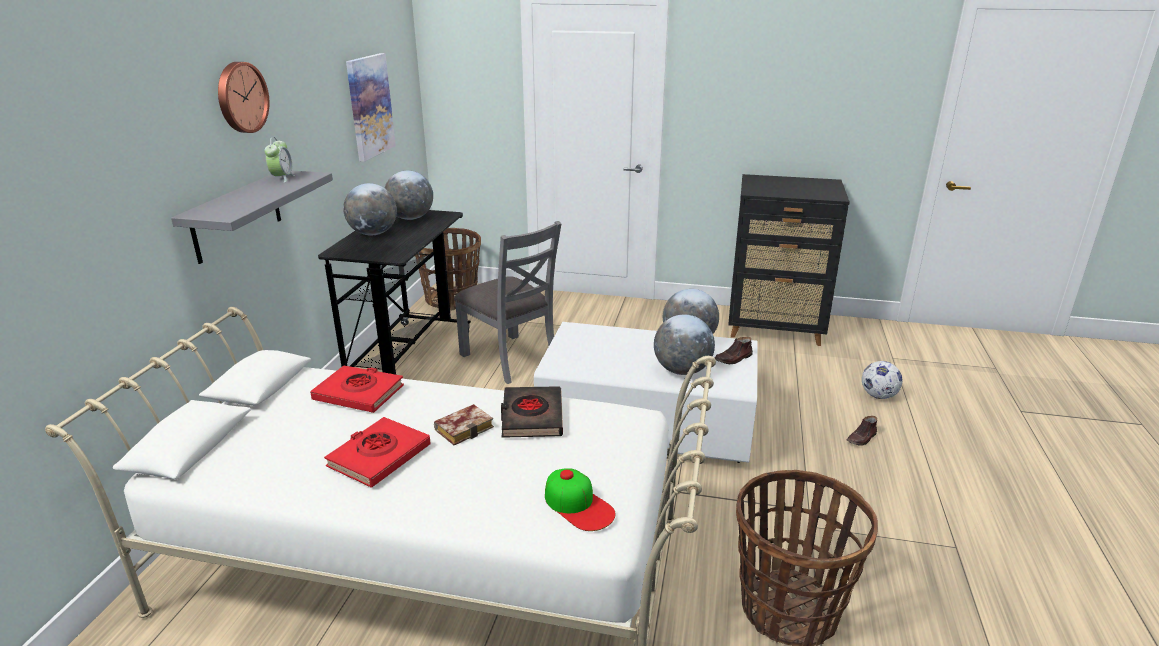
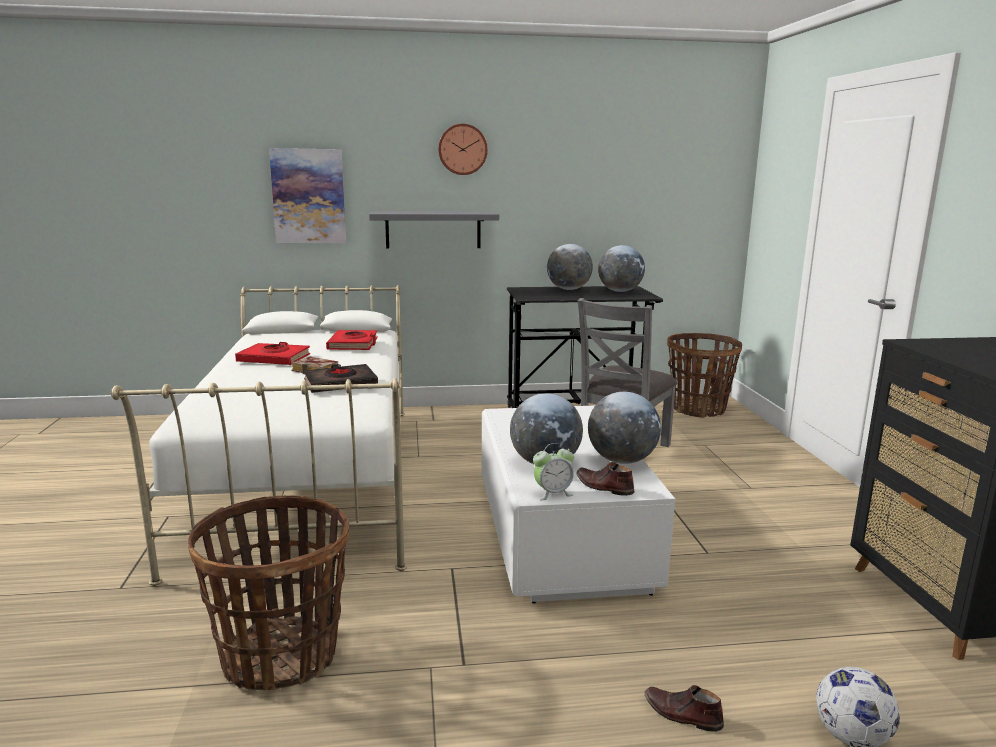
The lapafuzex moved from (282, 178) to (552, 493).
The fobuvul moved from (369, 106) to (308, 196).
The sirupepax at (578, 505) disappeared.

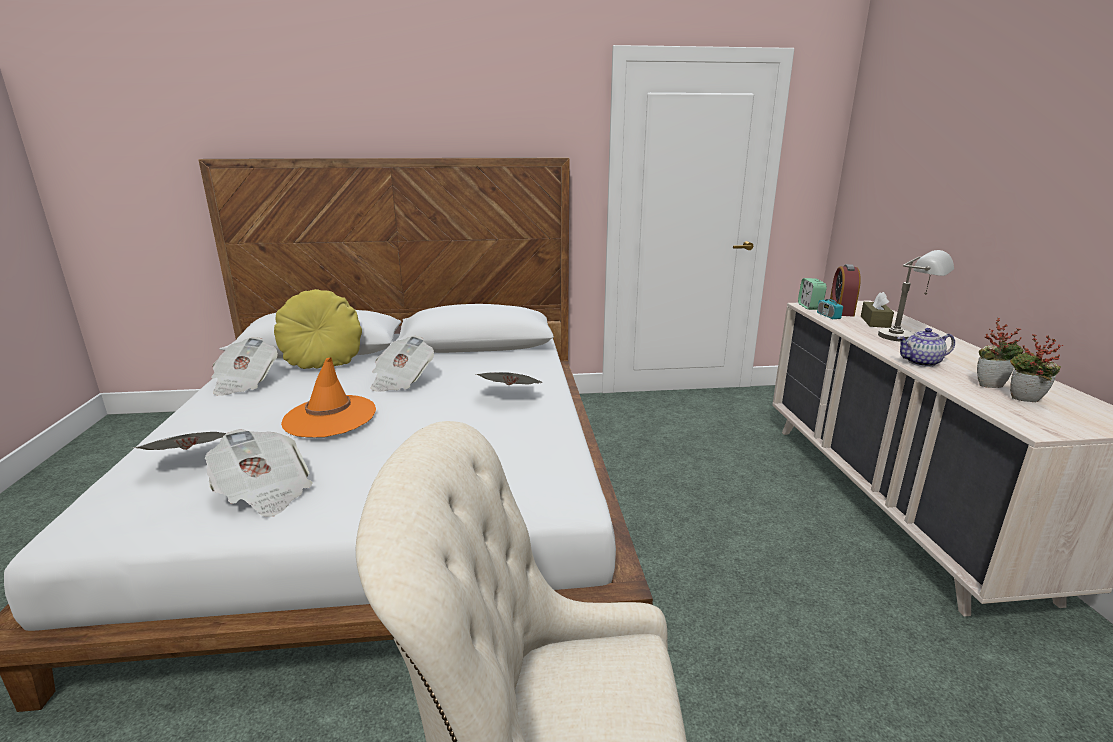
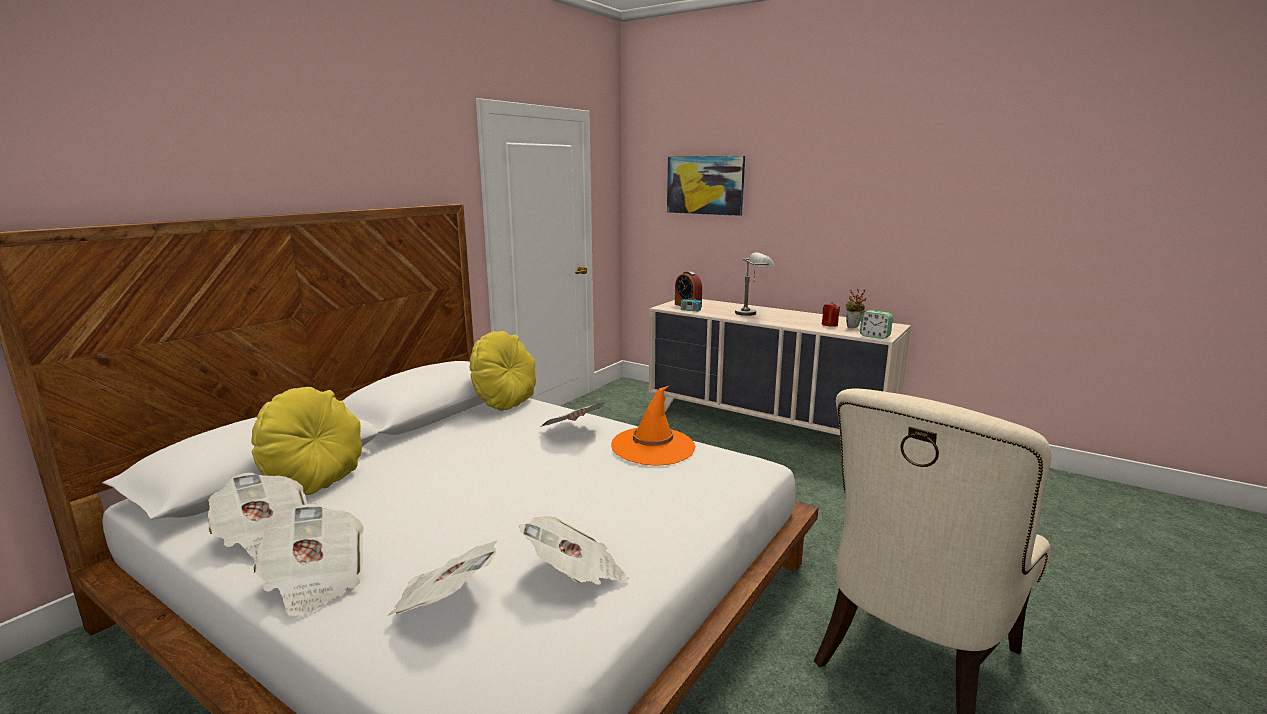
The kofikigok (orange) moved from (330, 417) to (653, 446).
The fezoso moved from (401, 381) to (315, 581).
The lapafuzex moved from (809, 306) to (874, 336).
The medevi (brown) at (875, 322) disappeared.
The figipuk at (921, 363) disappeared.
The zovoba at (990, 384) was replaced by the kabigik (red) at (829, 324).
The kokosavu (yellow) at (505, 404) appeared.
The fobuvul at (705, 185) appeared.

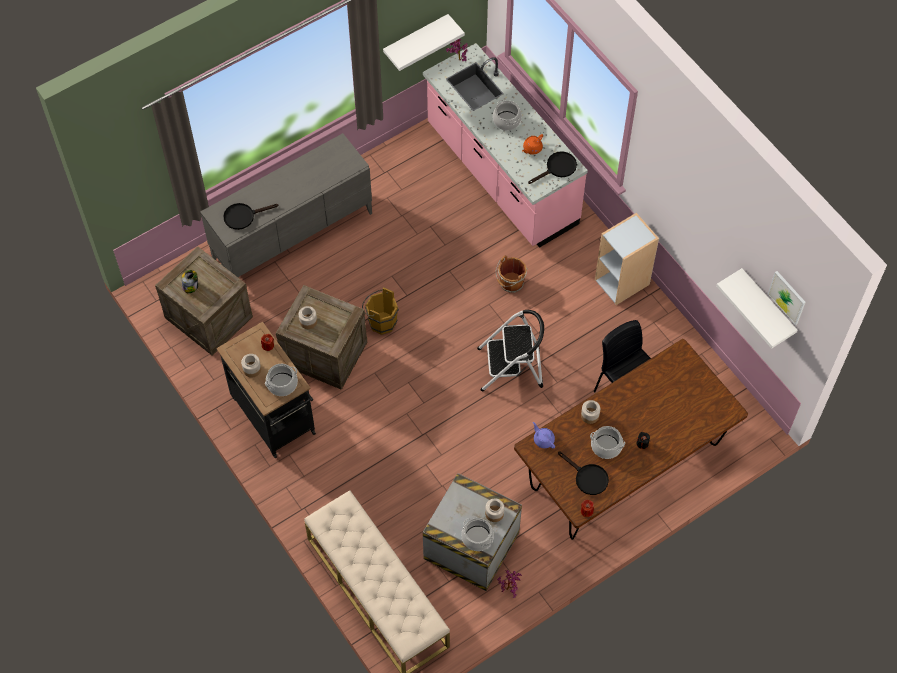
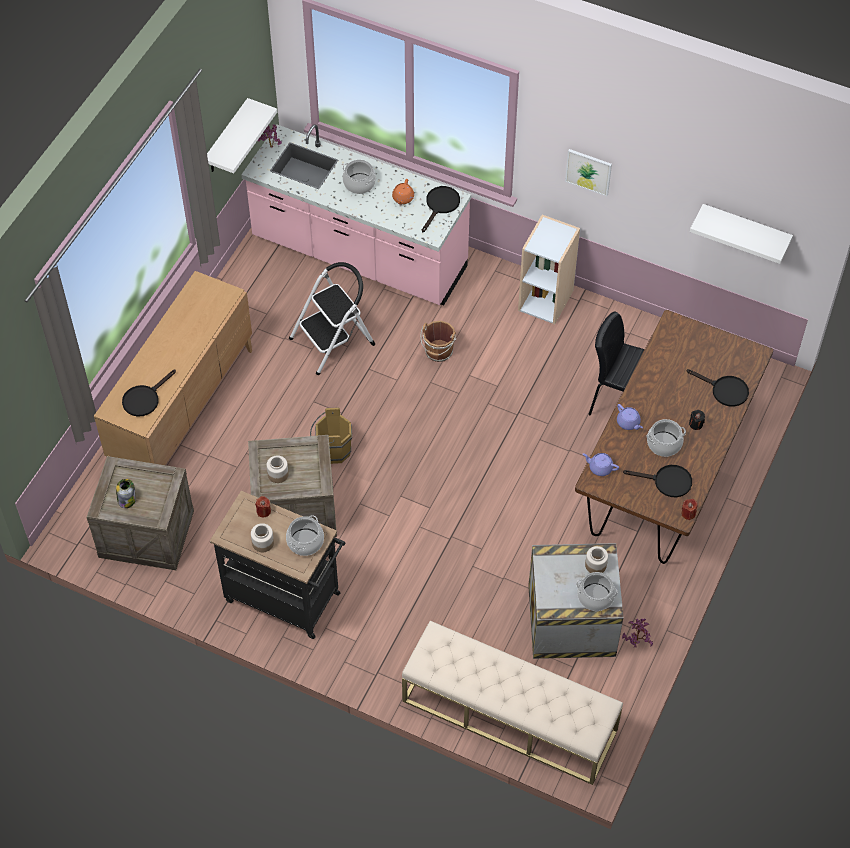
The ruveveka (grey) at (293, 236) became the ruveveka (brown) at (183, 410).
The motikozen moved from (512, 368) to (335, 341).
The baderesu at (590, 415) was replaced by the figipuk (purple) at (628, 423).
The fobuvul moved from (787, 297) to (588, 171).
The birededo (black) at (724, 390) appeared.

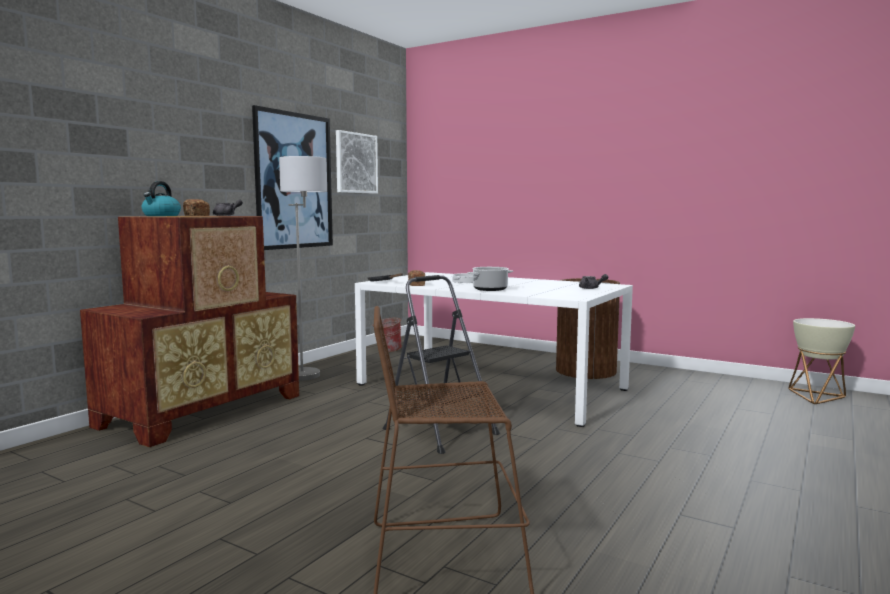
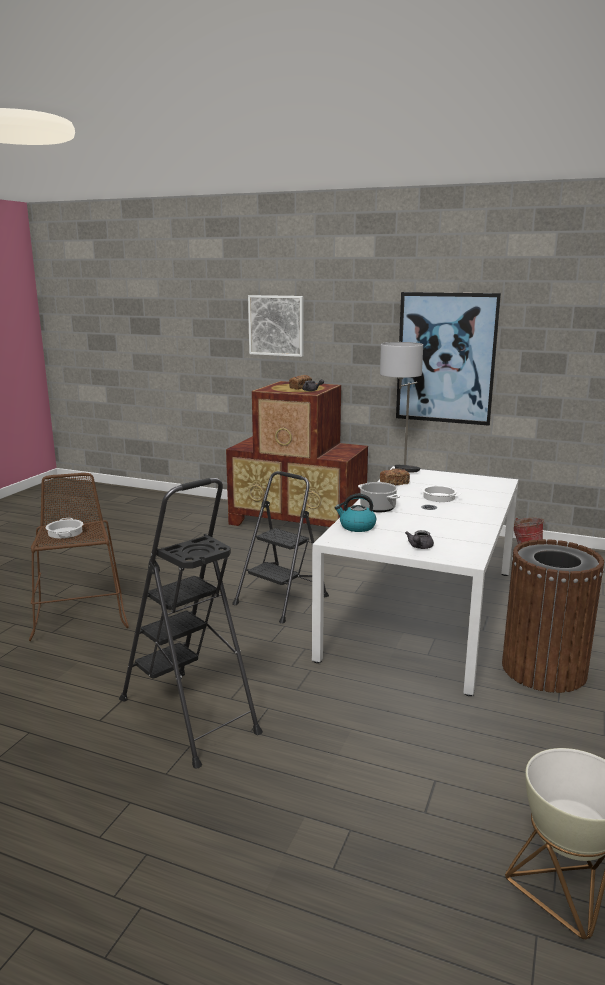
The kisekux moved from (161, 216) to (356, 527).
The fobuvul moved from (356, 163) to (276, 325).
The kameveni at (65, 532) appeared.
The motikozen at (189, 716) appeared.

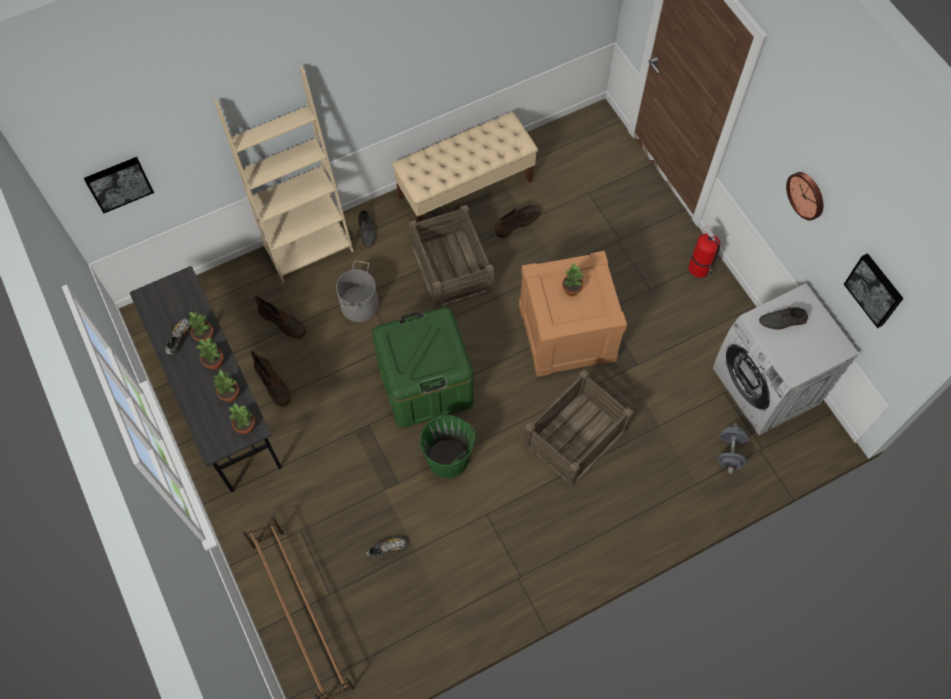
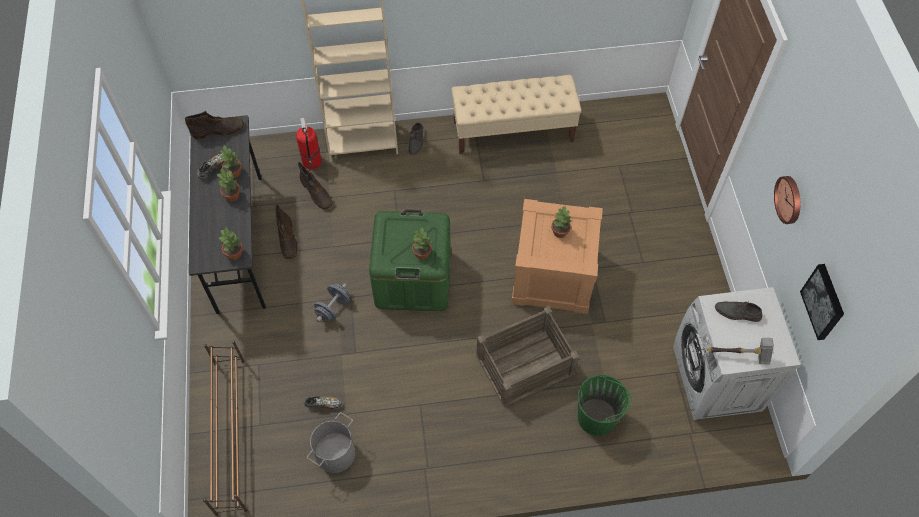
The fobuvul at (118, 183) disappeared.
The zovoba moved from (230, 394) to (422, 253).
The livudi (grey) moved from (359, 305) to (335, 453).
The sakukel at (452, 267) disappeared.
The livudi (green) moved from (448, 458) to (597, 417).
The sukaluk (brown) moved from (518, 222) to (218, 130).
The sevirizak moved from (700, 269) to (312, 162).
The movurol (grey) moved from (729, 453) to (333, 308).
The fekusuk at (739, 356) appeared.

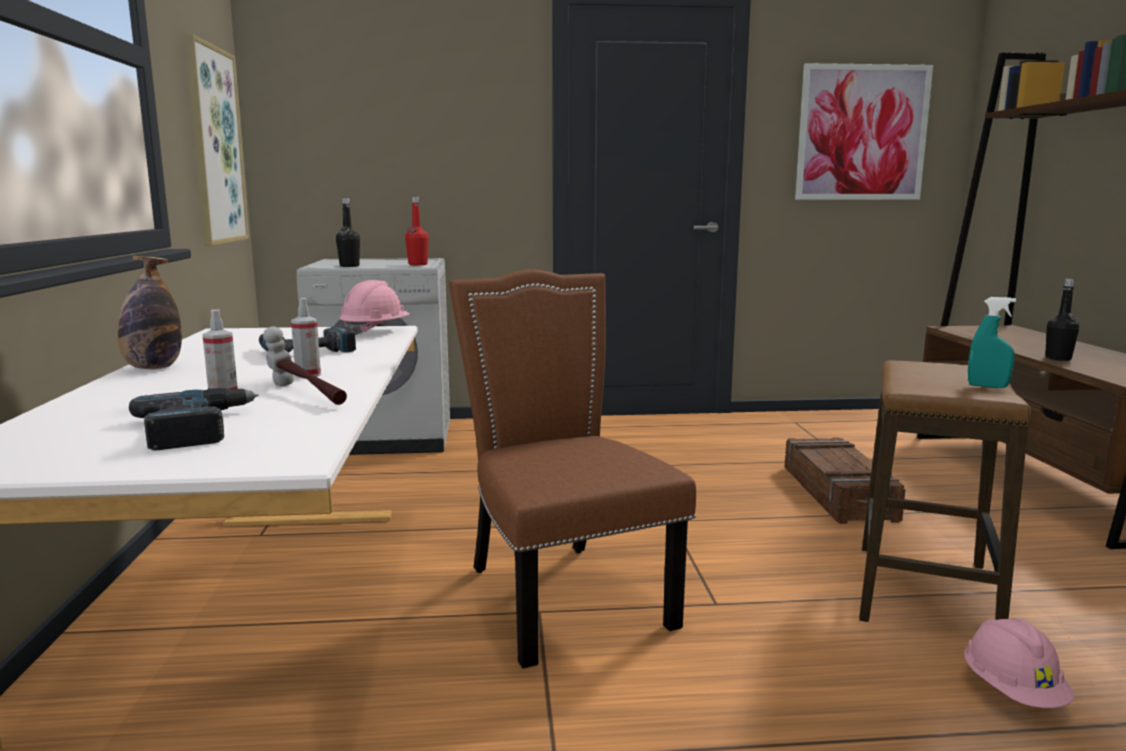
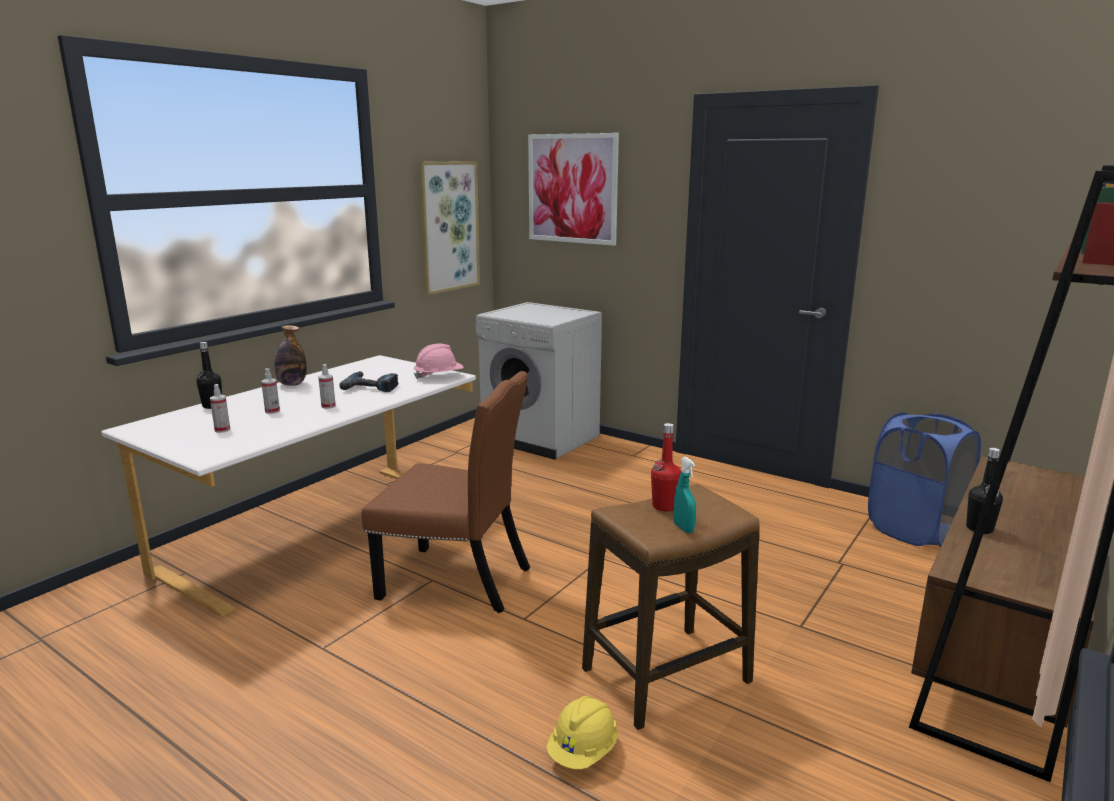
The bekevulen at (198, 428) was replaced by the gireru at (222, 430).
The fekusuk at (305, 395) disappeared.
The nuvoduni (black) moved from (349, 266) to (212, 406).
The nuvoduni (red) moved from (418, 264) to (664, 506).
The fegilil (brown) at (565, 601) turned 90 degrees clockwise.
The sakukel at (839, 493) disappeared.
The fobuvul moved from (862, 133) to (572, 189).
The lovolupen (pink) at (1013, 691) became the lovolupen (yellow) at (583, 751).
The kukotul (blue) at (914, 530) appeared.

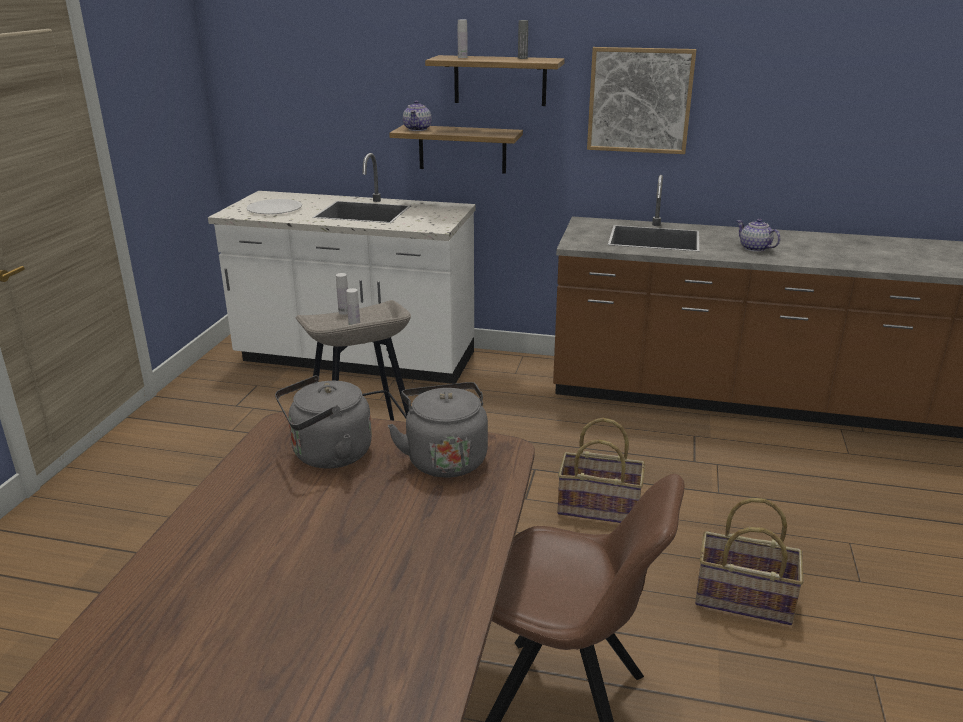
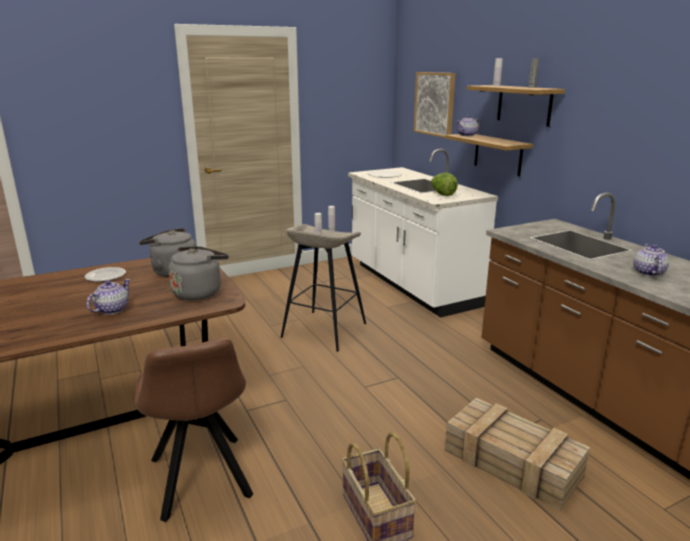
The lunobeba at (599, 507) disappeared.
The fobuvul moved from (639, 100) to (434, 104).
The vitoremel at (105, 277) appeared.
The figipuk at (111, 310) appeared.
The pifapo at (442, 194) appeared.
The sakukel at (514, 463) appeared.

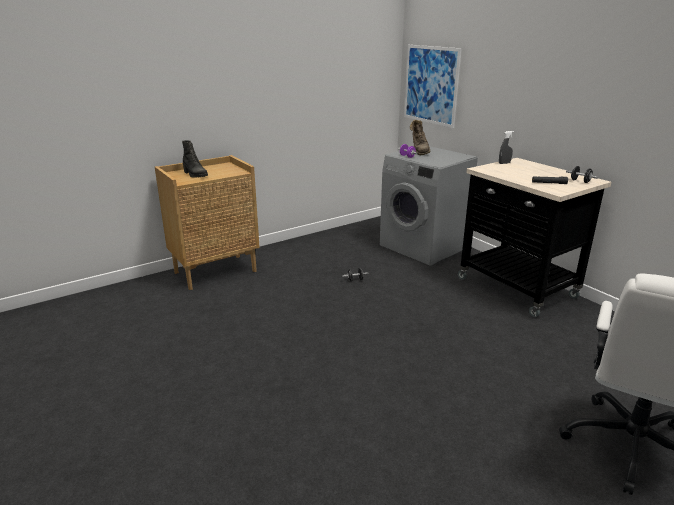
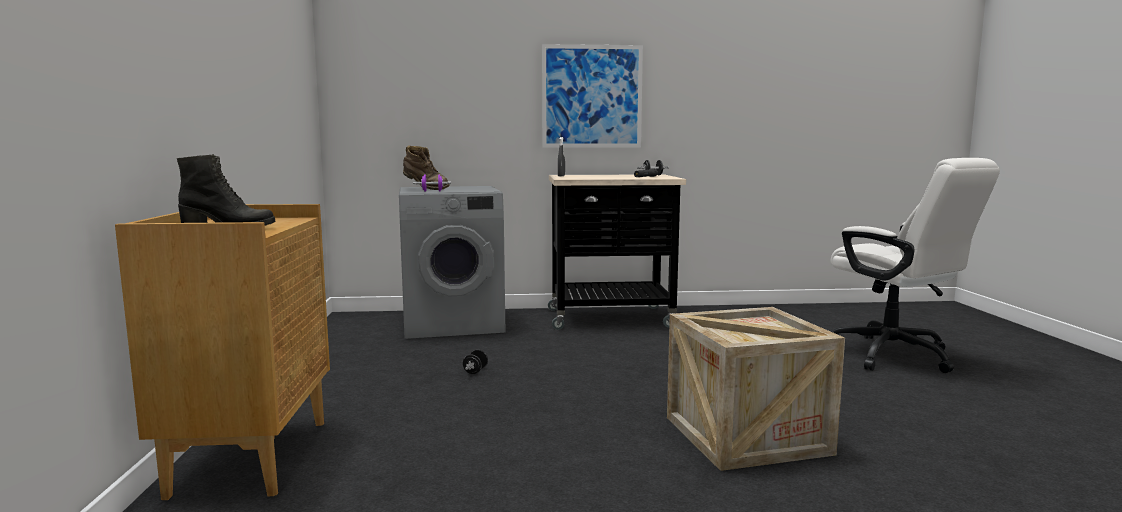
The fobuvul moved from (431, 85) to (592, 96).
The sakukel at (746, 435) appeared.

